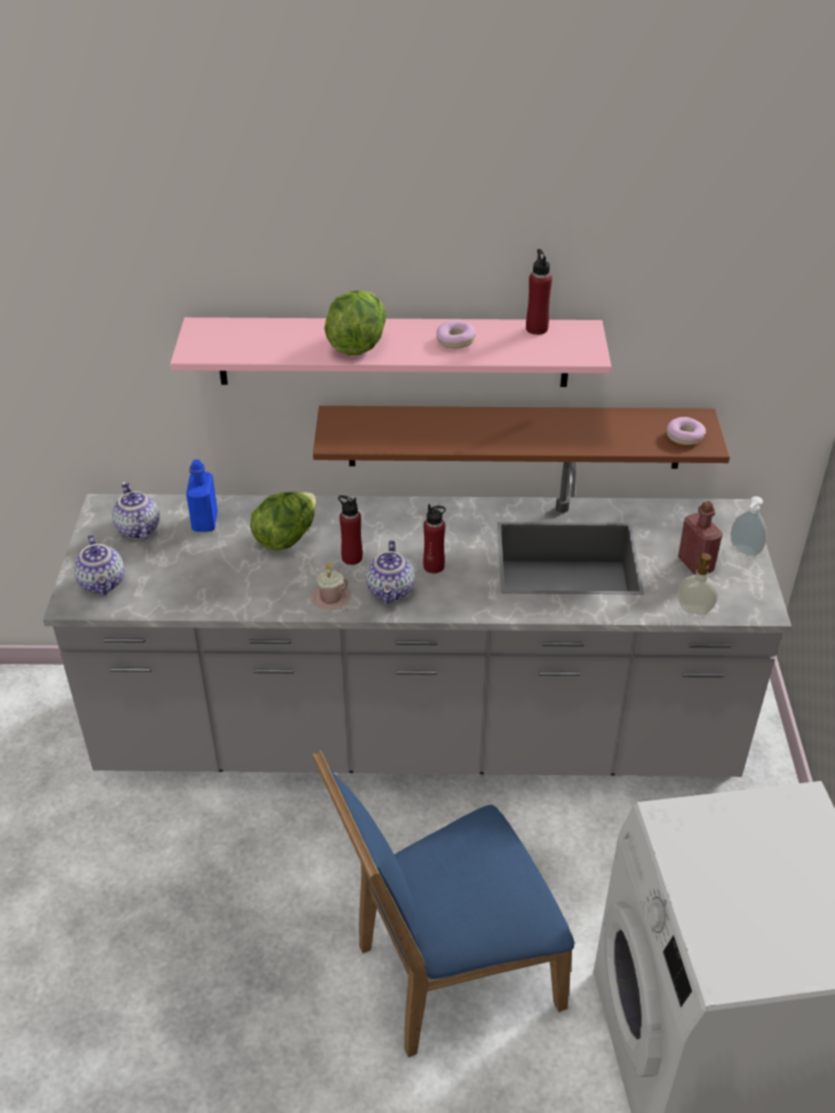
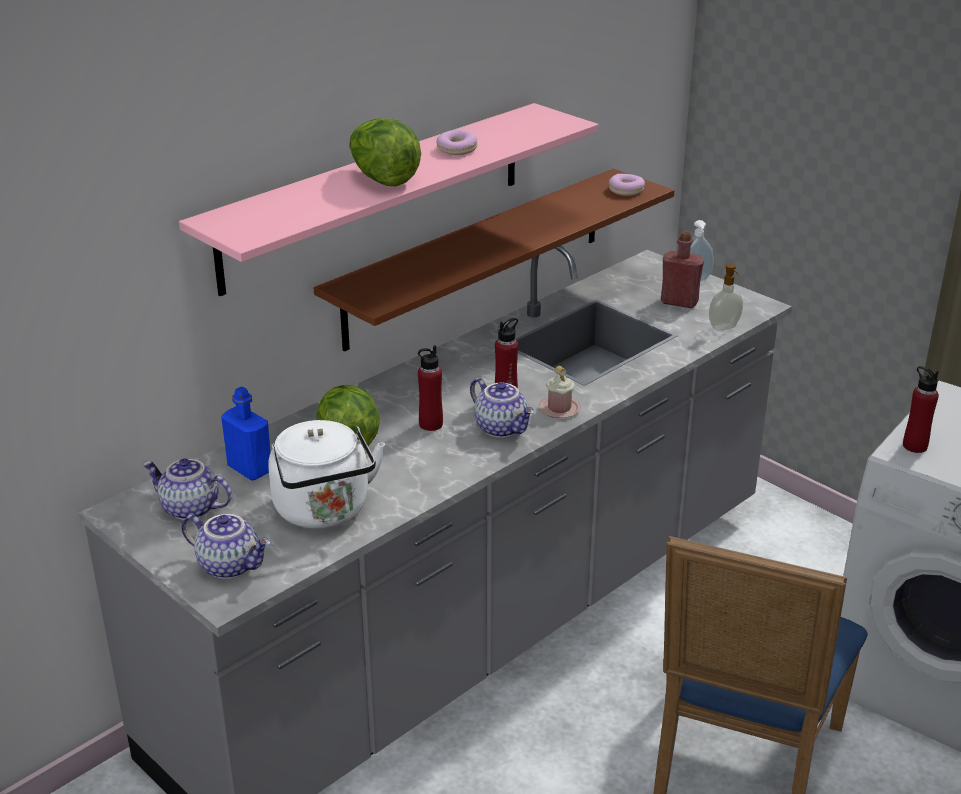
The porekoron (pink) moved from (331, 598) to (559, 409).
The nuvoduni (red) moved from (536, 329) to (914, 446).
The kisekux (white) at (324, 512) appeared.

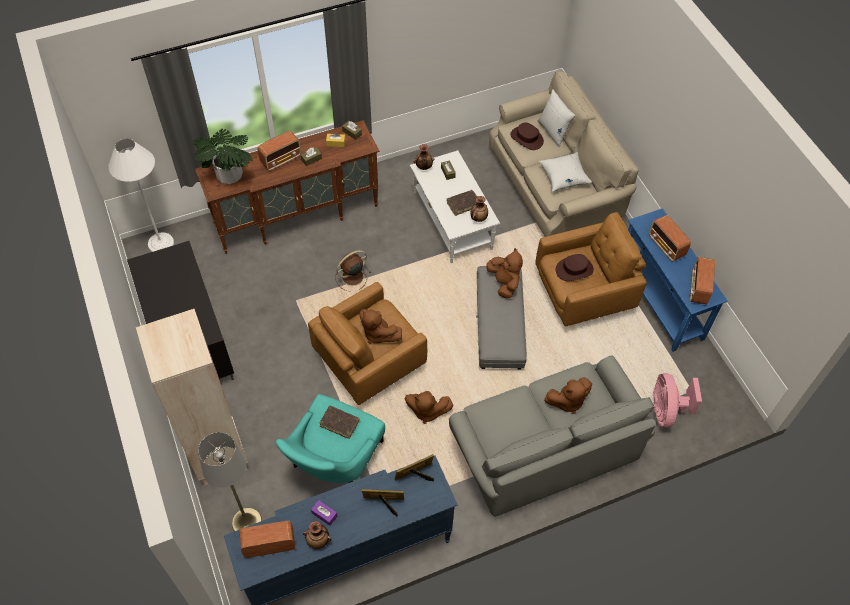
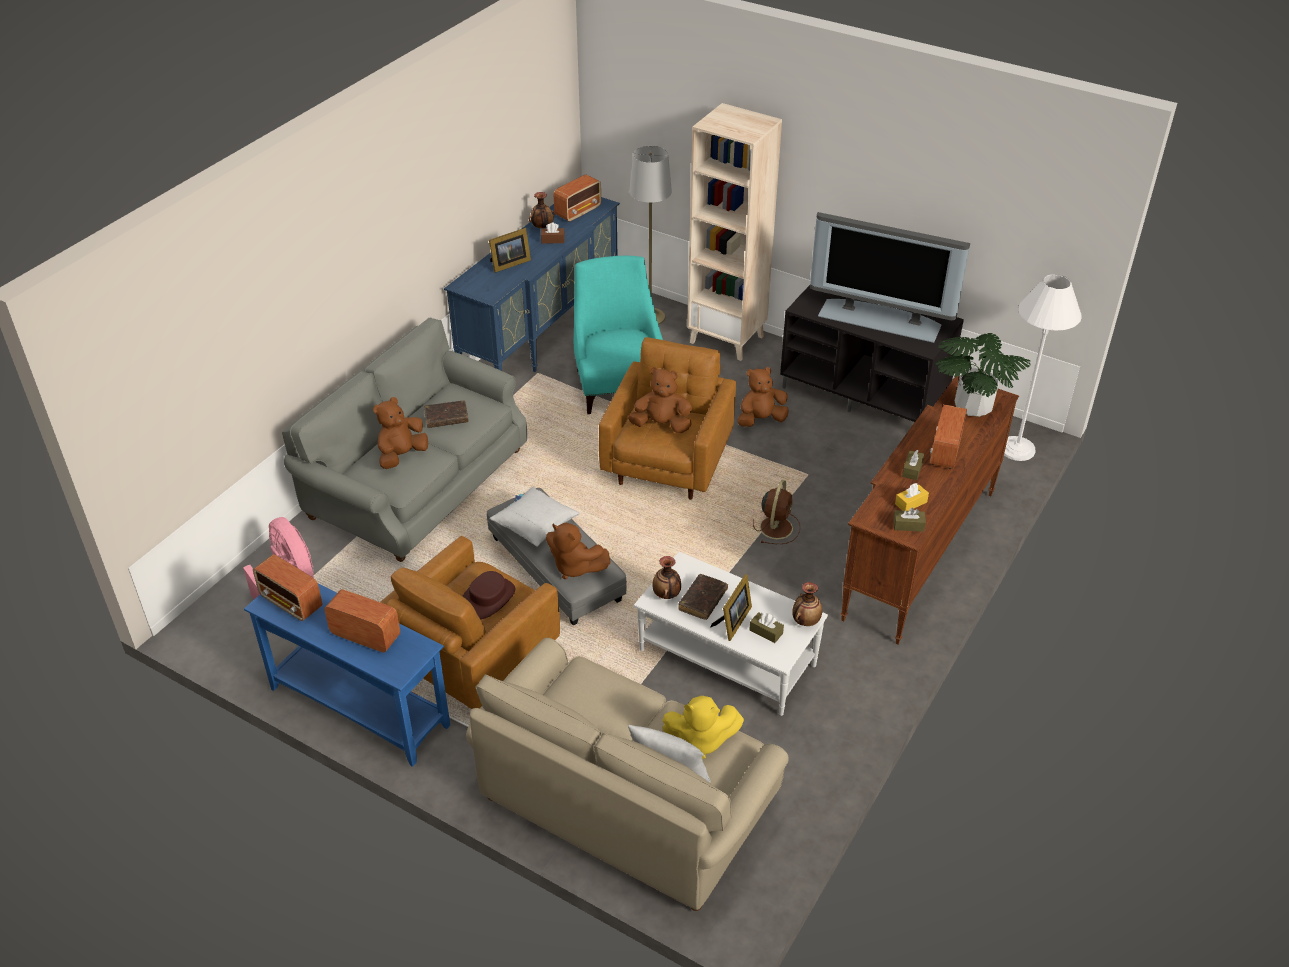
The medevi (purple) at (324, 514) became the medevi (brown) at (552, 240).
The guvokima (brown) moved from (339, 423) to (446, 418).
The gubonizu moved from (416, 475) to (733, 622).
The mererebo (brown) moved from (426, 411) to (761, 420).
The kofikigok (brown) at (527, 138) was replaced by the mererebo (yellow) at (700, 740).
The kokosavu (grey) moved from (563, 177) to (535, 525).
The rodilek at (698, 288) turned 150 degrees clockwise.
The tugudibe at (880, 319) appeared.

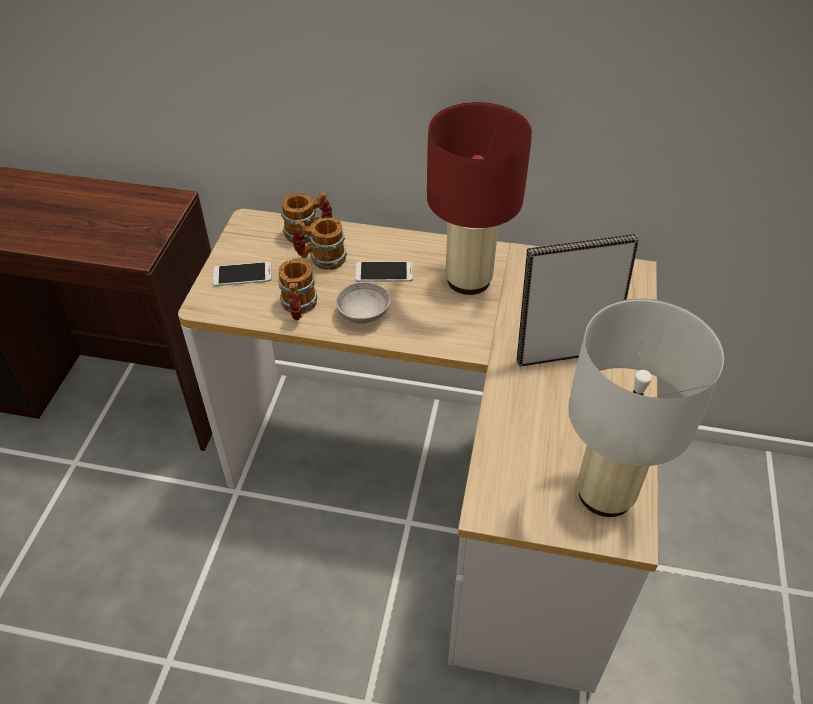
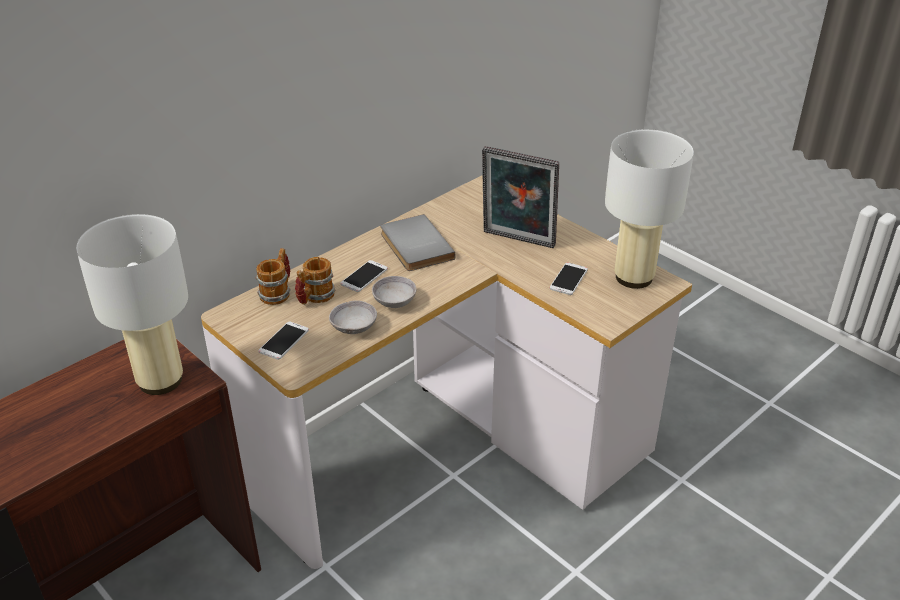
The porekoron at (298, 308) was replaced by the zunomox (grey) at (354, 328).
The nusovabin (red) at (468, 279) was replaced by the guvokima (grey) at (414, 246).
The gubonizu at (564, 351) turned 90 degrees counterclockwise.
The nusovabin (white) at (159, 380) appeared.
The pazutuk at (568, 279) appeared.

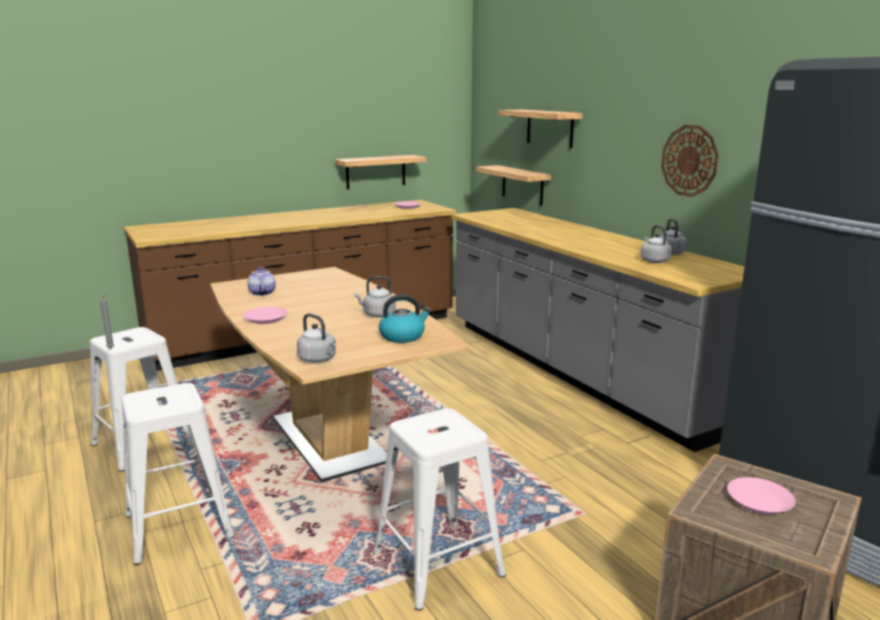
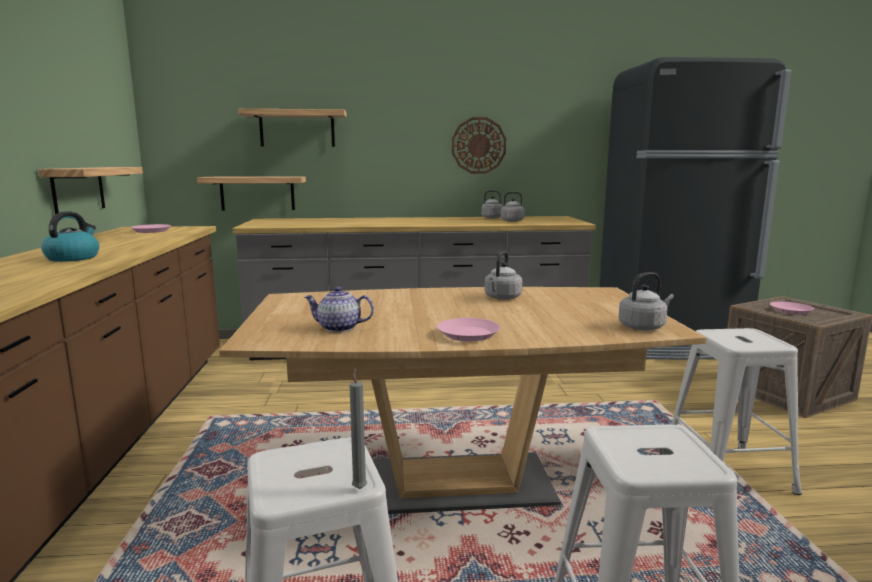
The kisekux moved from (403, 336) to (73, 258).

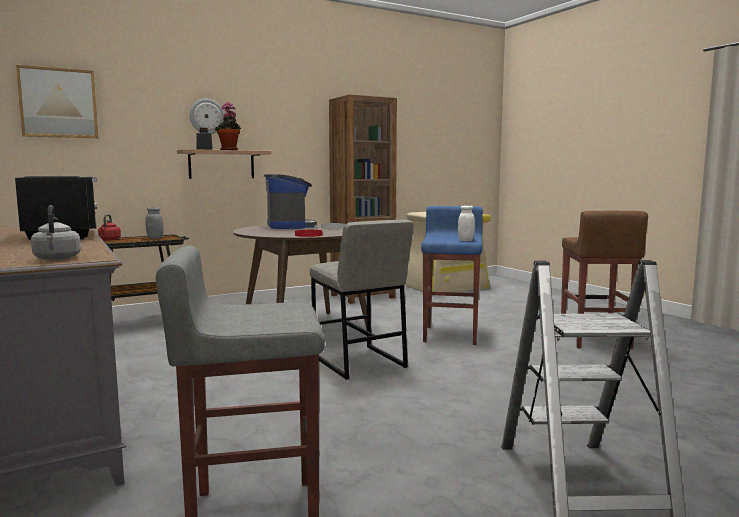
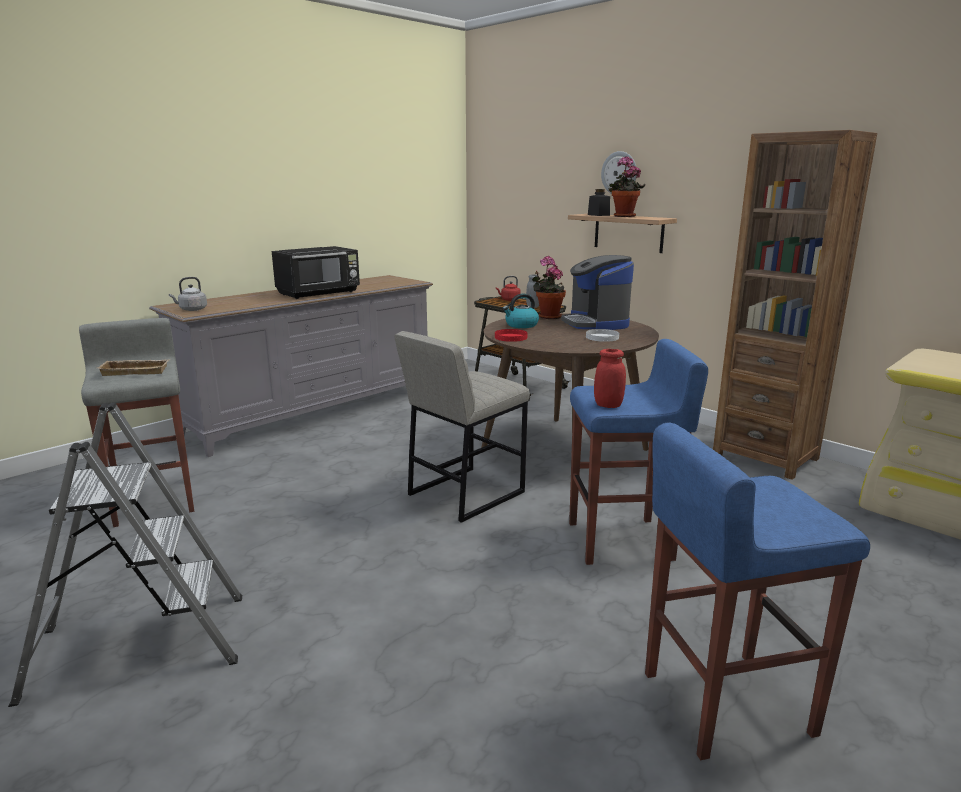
The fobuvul at (58, 103) disappeared.
The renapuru at (290, 226) turned 105 degrees clockwise.
The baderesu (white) at (466, 240) became the baderesu (red) at (608, 405).
The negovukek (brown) at (594, 340) became the negovukek (blue) at (723, 702).
The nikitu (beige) at (137, 371) appeared.
The kisekux at (521, 325) appeared.
The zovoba at (548, 317) appeared.

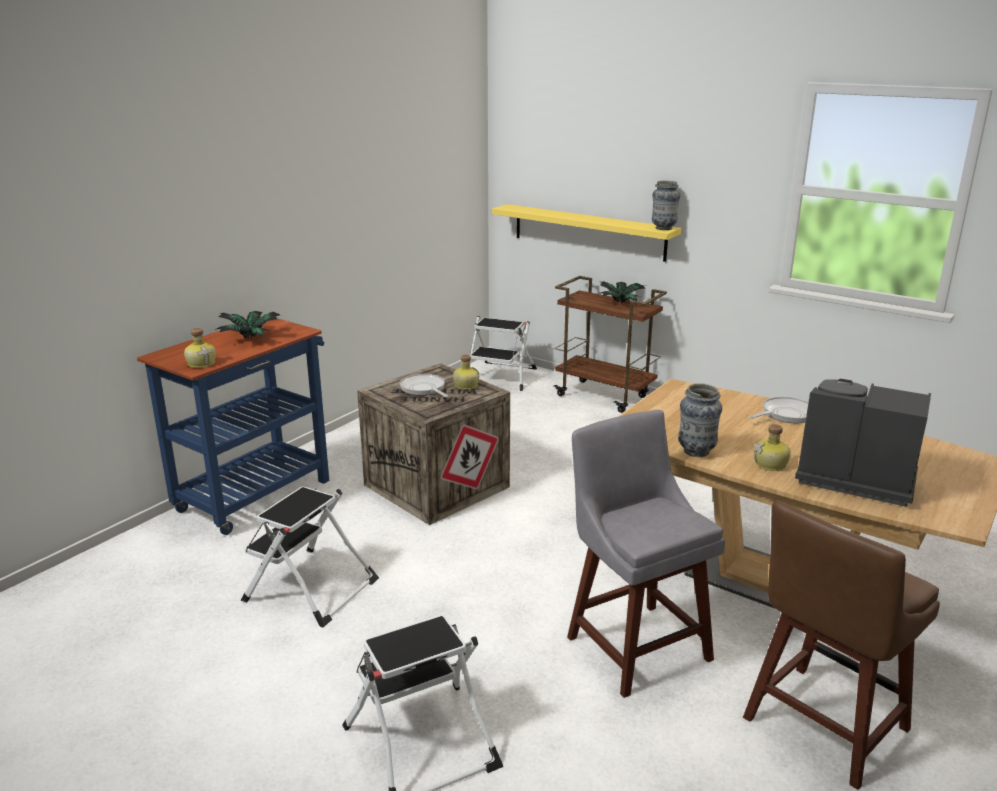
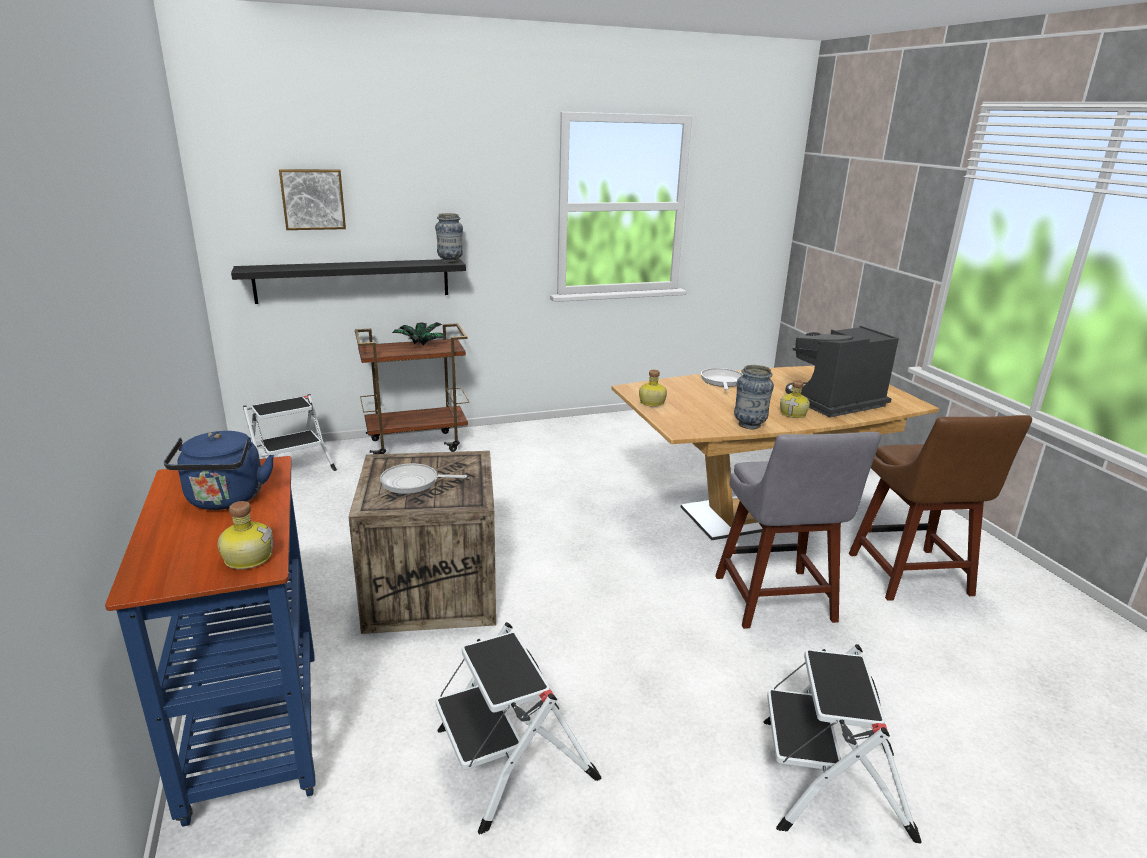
The zovoba at (251, 338) was replaced by the kisekux (blue) at (225, 500).
The nuvoduni moved from (465, 385) to (651, 403).
The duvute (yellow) at (588, 232) became the duvute (black) at (353, 280).
The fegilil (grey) at (634, 643) turned 105 degrees counterclockwise.
The fobuvul at (313, 199) appeared.

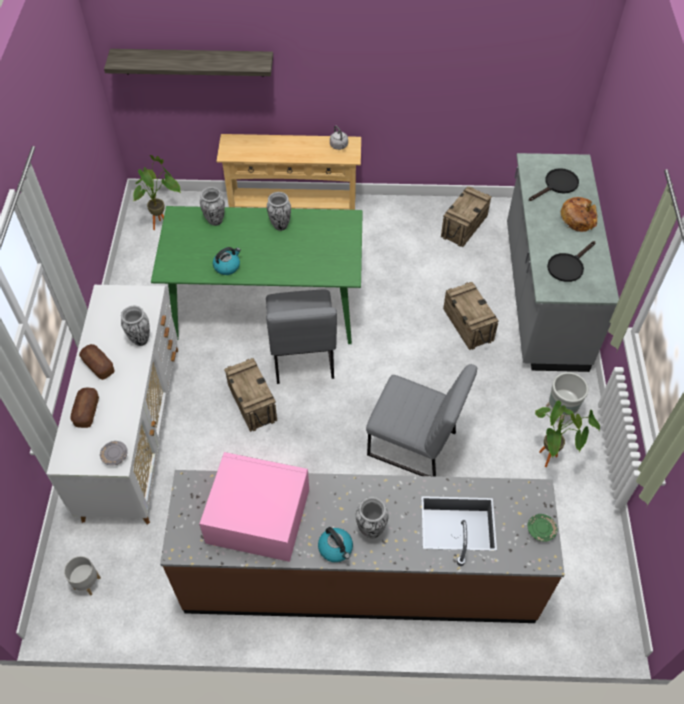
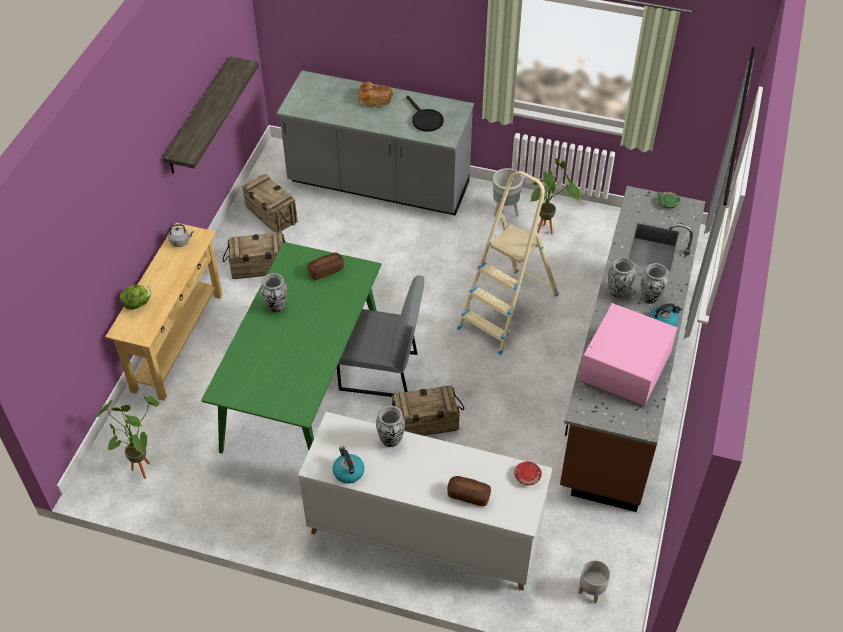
The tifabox moved from (98, 366) to (326, 271).
The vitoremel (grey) at (115, 456) became the vitoremel (red) at (527, 476).
The duvute moved from (193, 62) to (199, 116).
The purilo moved from (215, 220) to (617, 292).
The kisekux moved from (227, 266) to (348, 472).
The fegilil (grey) at (414, 445) was replaced by the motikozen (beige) at (508, 311).
The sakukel moved from (467, 325) to (259, 267).
The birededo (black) at (557, 185) disappeared.
The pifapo at (138, 304) appeared.

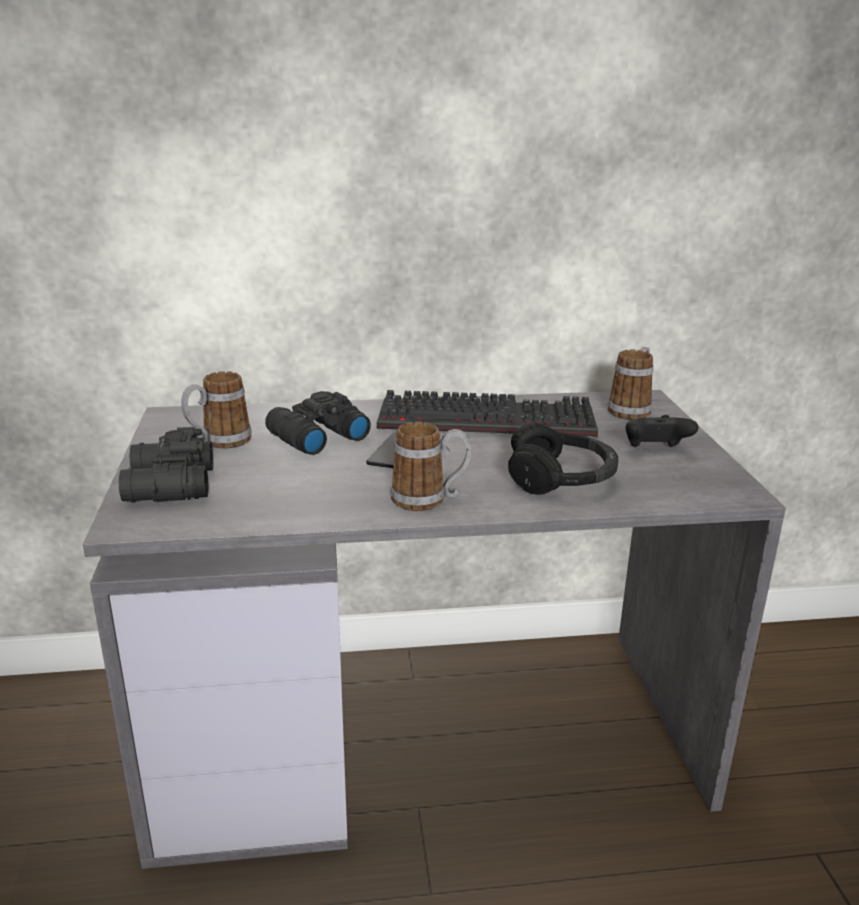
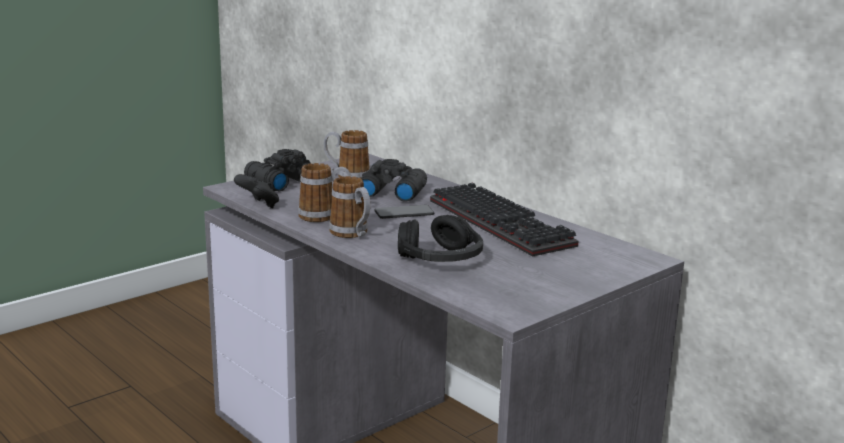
The porekoron moved from (631, 409) to (325, 216).
The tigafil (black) moved from (655, 450) to (259, 205).

